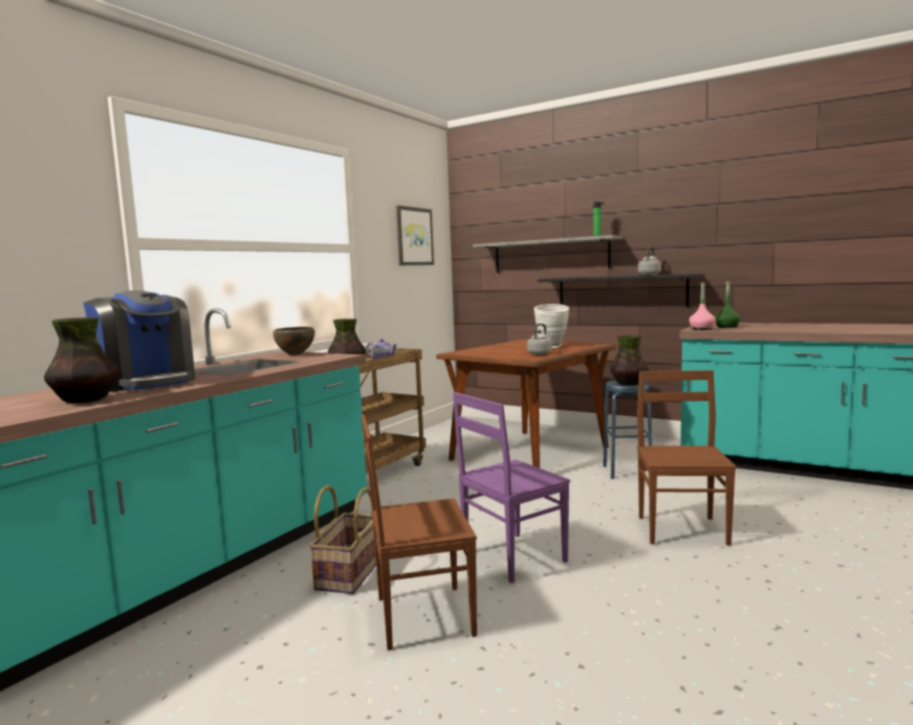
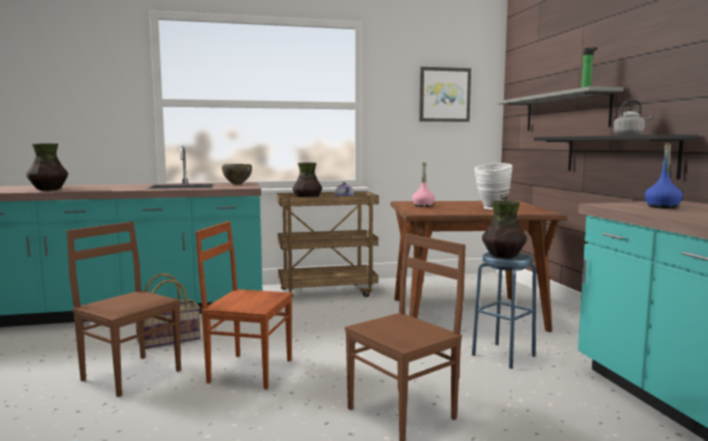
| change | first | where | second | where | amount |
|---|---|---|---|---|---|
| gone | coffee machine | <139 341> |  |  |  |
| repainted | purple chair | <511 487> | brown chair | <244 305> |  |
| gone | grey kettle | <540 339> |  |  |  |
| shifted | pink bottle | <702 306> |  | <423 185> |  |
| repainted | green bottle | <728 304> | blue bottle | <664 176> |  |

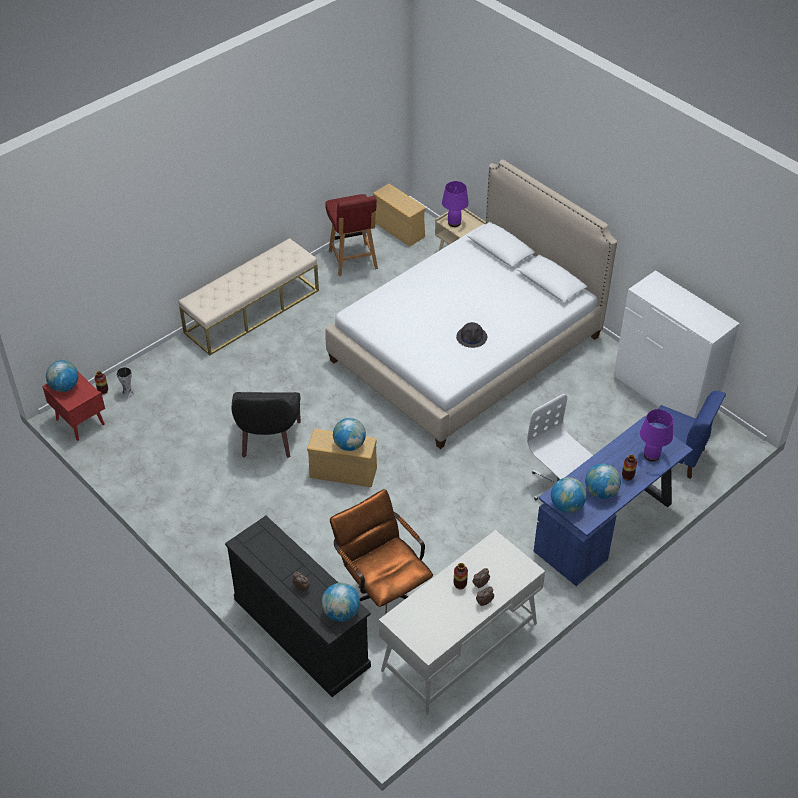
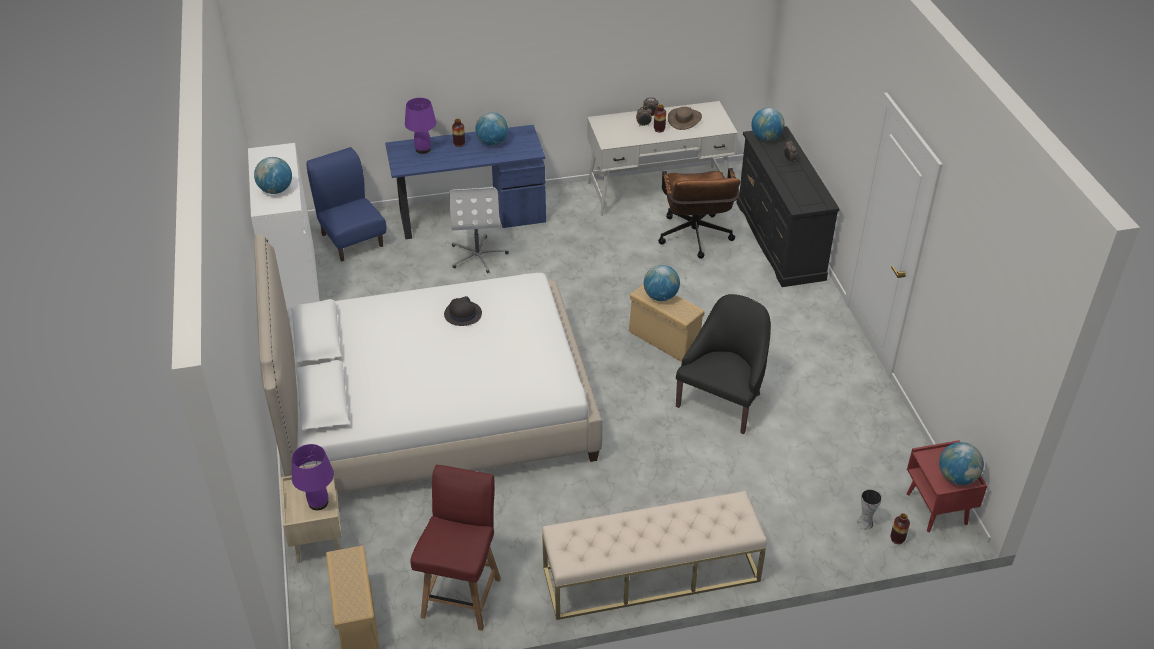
| change | first | where | second | where | amount |
|---|---|---|---|---|---|
| shifted | globe | <569 495> |  | <273 175> |  |
| new |  |  | brown hat | <685 118> |  |

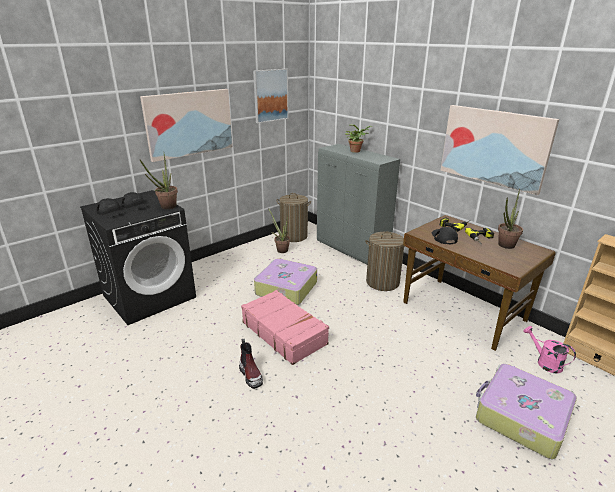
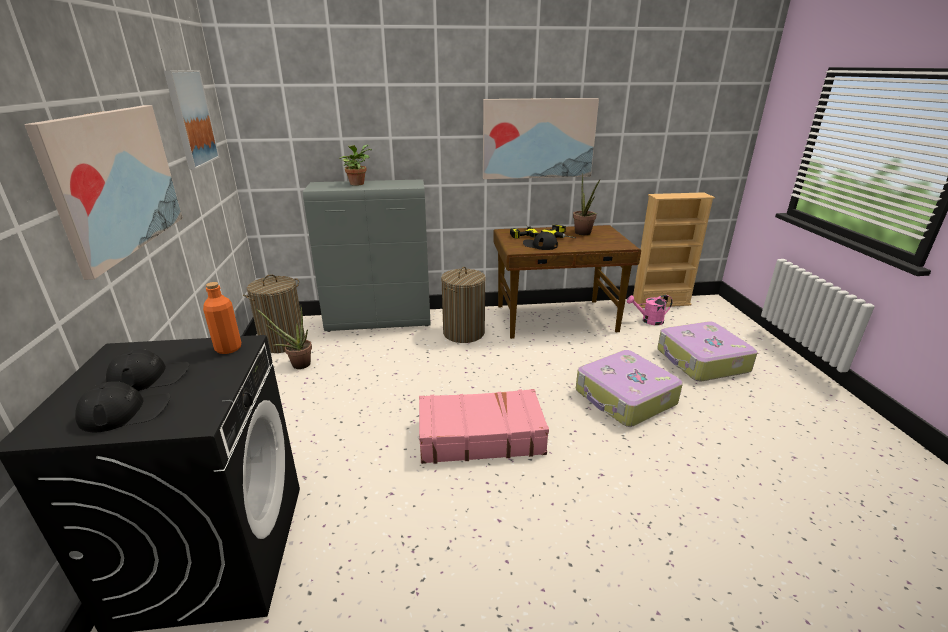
| change | first | where | second | where | amount |
|---|---|---|---|---|---|
| swapped | potted plant | <159 181> | orange bottle | <222 318> |  |
| gone | boot | <251 364> |  |  |  |
| shifted | suitcase | <285 281> |  | <629 388> |  |

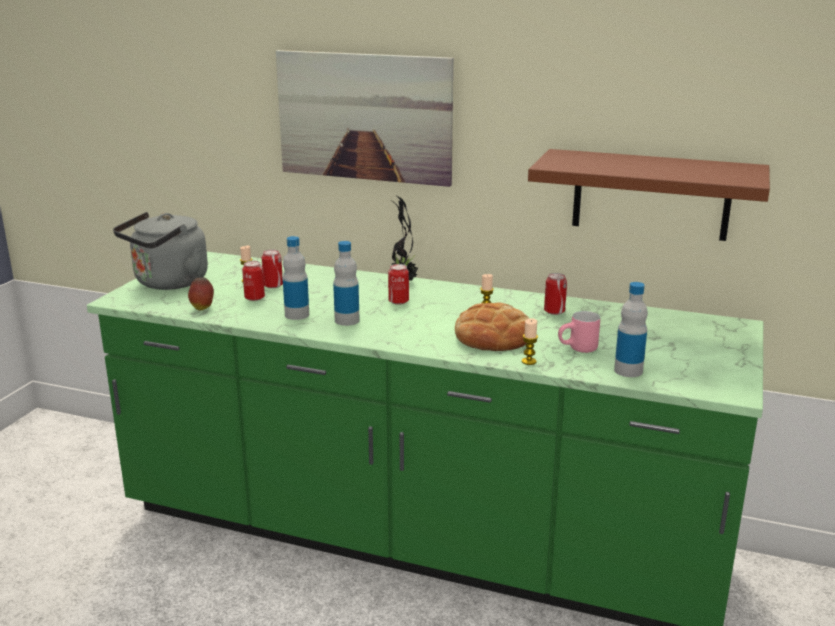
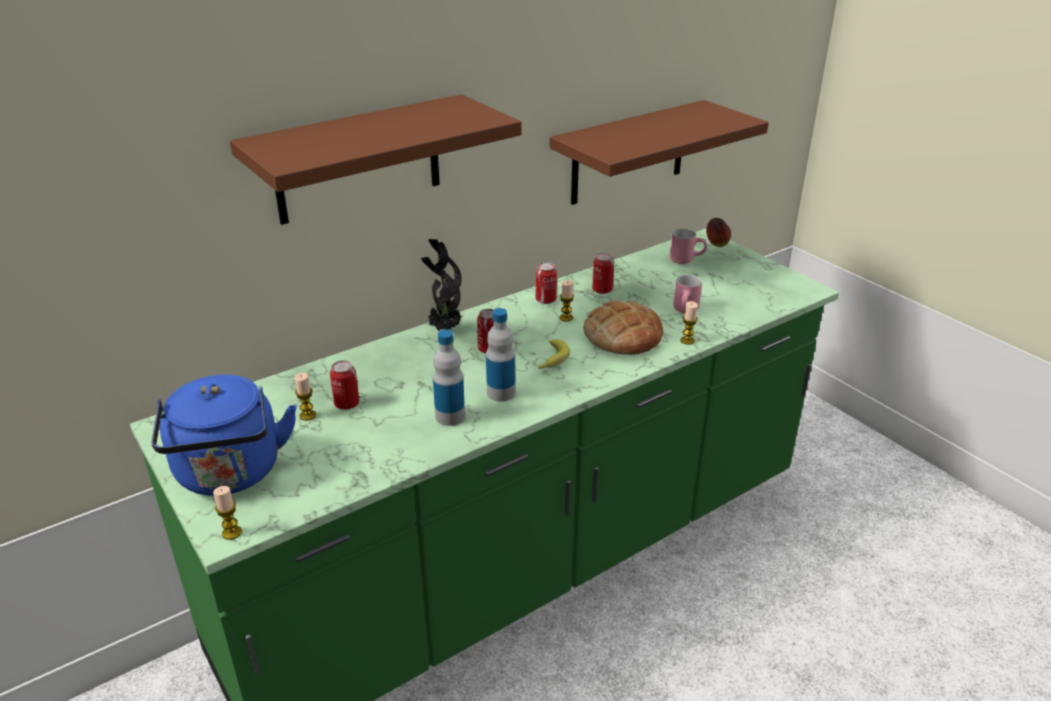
| change | first | where | second | where | amount |
|---|---|---|---|---|---|
| repainted | grey kettle | <160 251> | blue kettle | <224 435> |  |
| shifted | apple | <201 293> |  | <718 232> |  |
| shifted | can | <253 281> |  | <546 283> |  |
| swapped | picture | <365 118> | brown shelf | <375 159> |  |
| gone | bottle | <631 329> |  |  |  |
| new |  |  | candle | <227 513> |  |
| new |  |  | banana | <554 354> |  |
| new |  |  | pink mug | <688 246> |  |

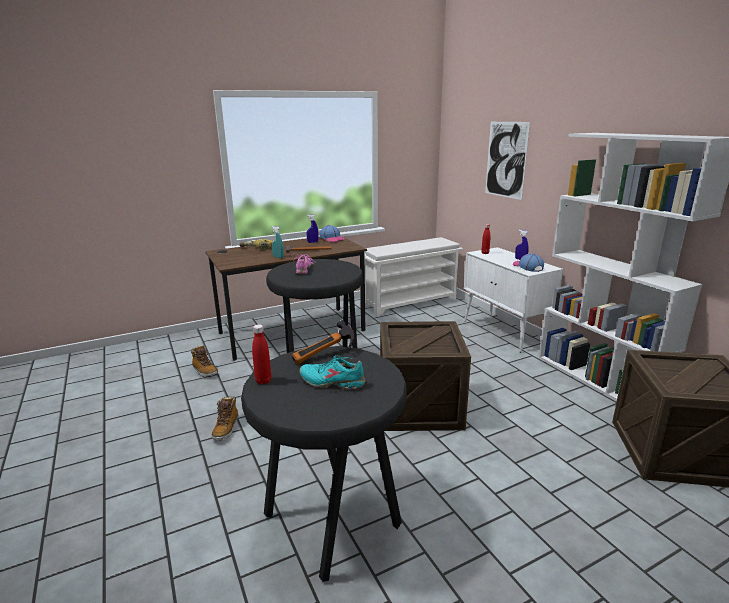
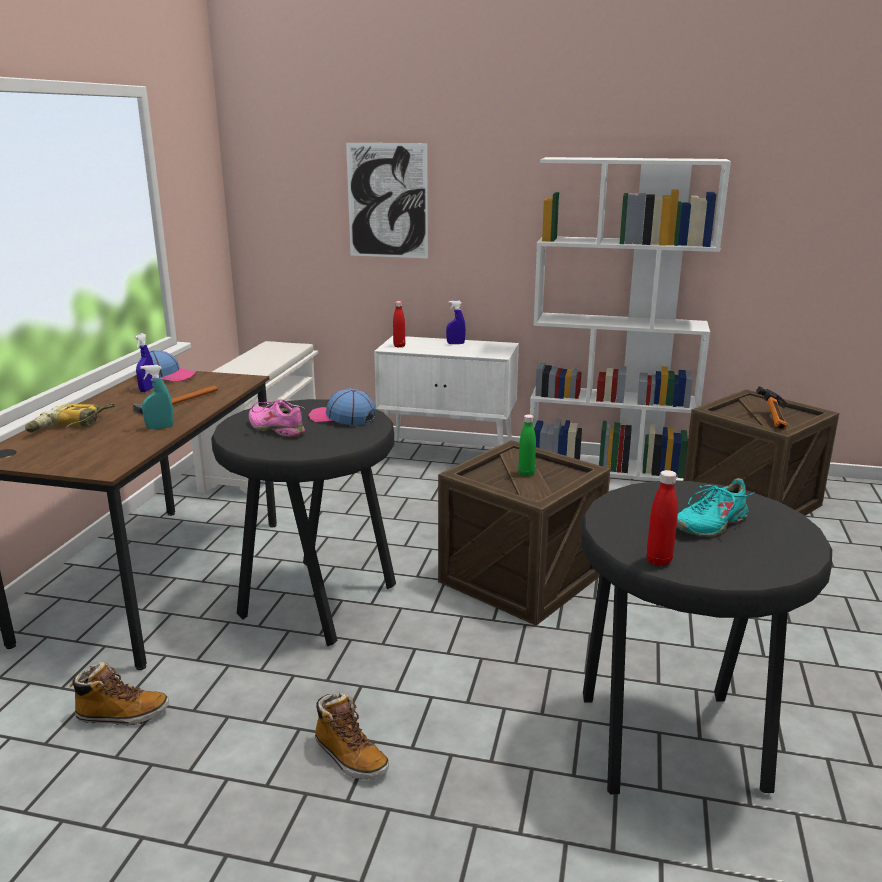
| change | first | where | second | where | amount |
|---|---|---|---|---|---|
| shifted | hammer | <323 342> |  | <772 408> |  |
| shifted | cap | <528 262> |  | <342 406> |  |
| new |  |  | green bottle | <527 445> |  |

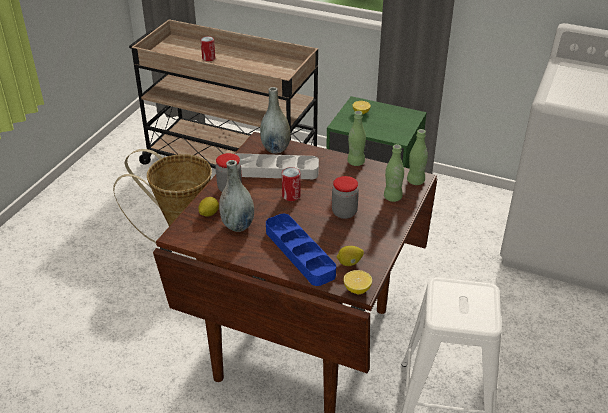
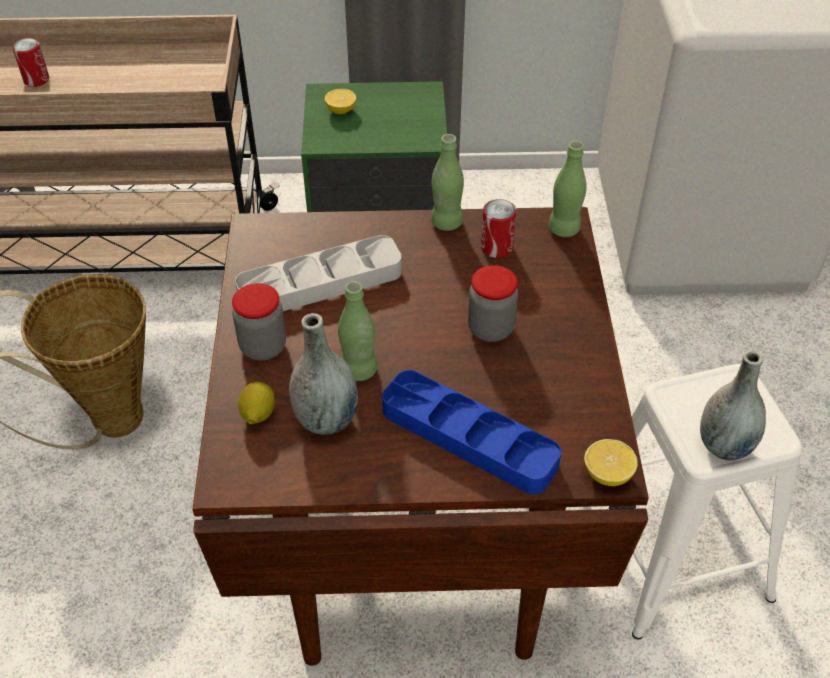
| change | first | where | second | where | amount |
|---|---|---|---|---|---|
| shifted | grey vase | <275 120> |  | <733 405> |  |
| shifted | can | <291 184> |  | <498 228> |  |
| gone | lemon | <350 256> |  |  |  |
| shifted | green bottle | <394 173> |  | <357 331> |  |

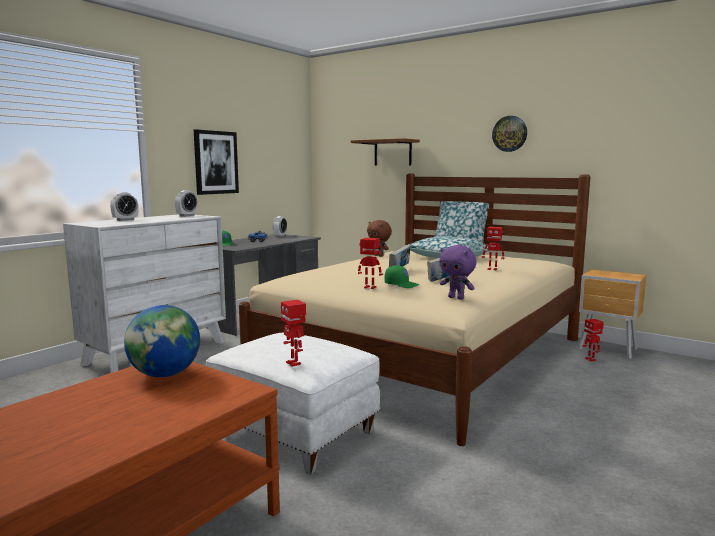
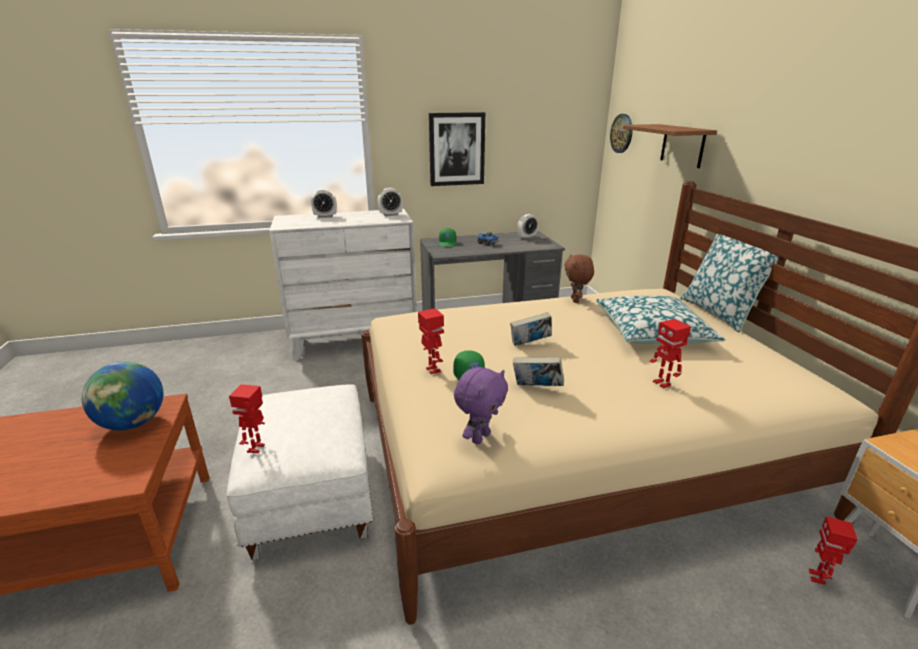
| change | first | where | second | where | amount |
|---|---|---|---|---|---|
| rotated | purple plush toy | <457 272> |  | <481 406> | 135 degrees counterclockwise |
| shifted | wall clock | <509 134> |  | <621 133> |  |

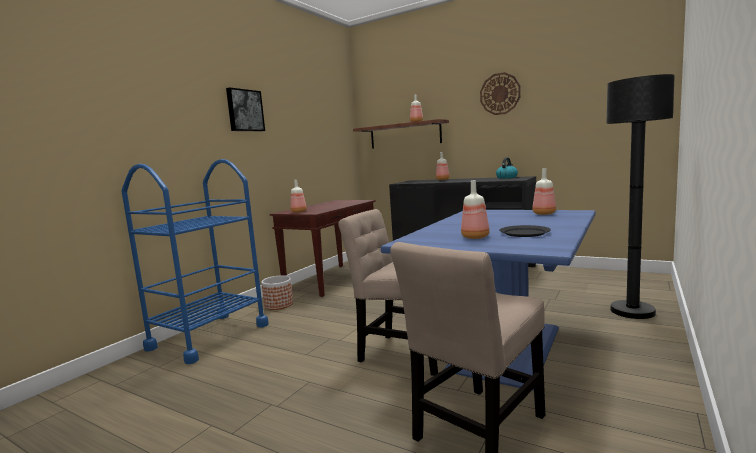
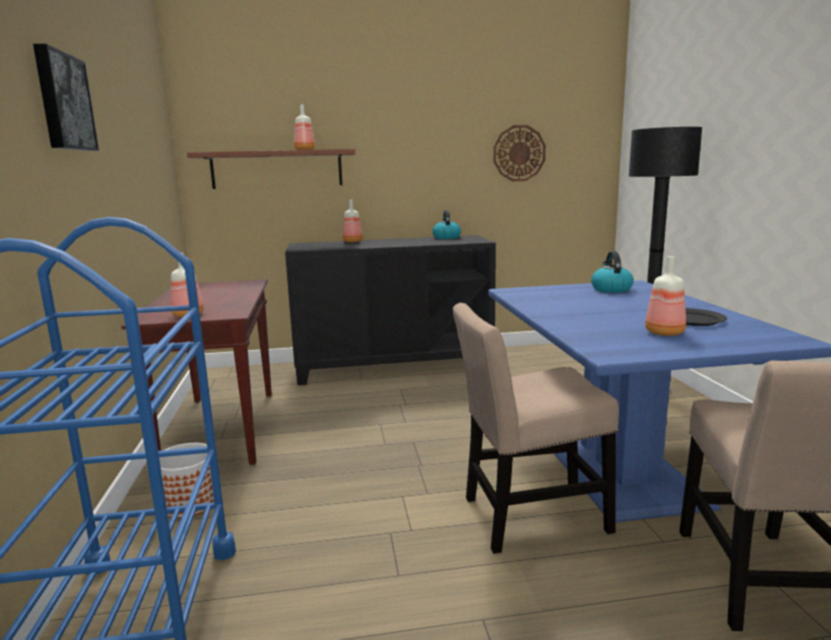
| change | first | where | second | where | amount |
|---|---|---|---|---|---|
| shifted | wall clock | <500 93> |  | <519 153> |  |
| swapped | bottle | <544 191> | kettle | <612 272> |  |

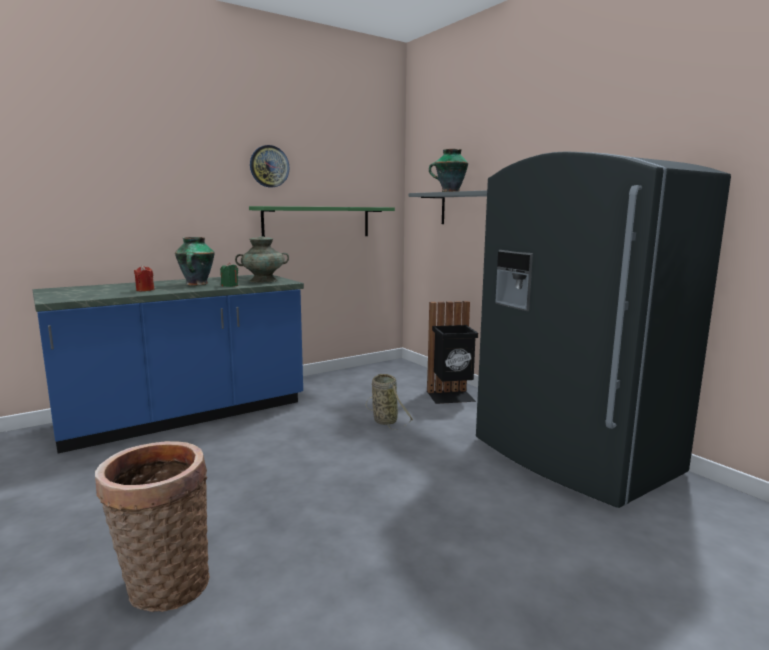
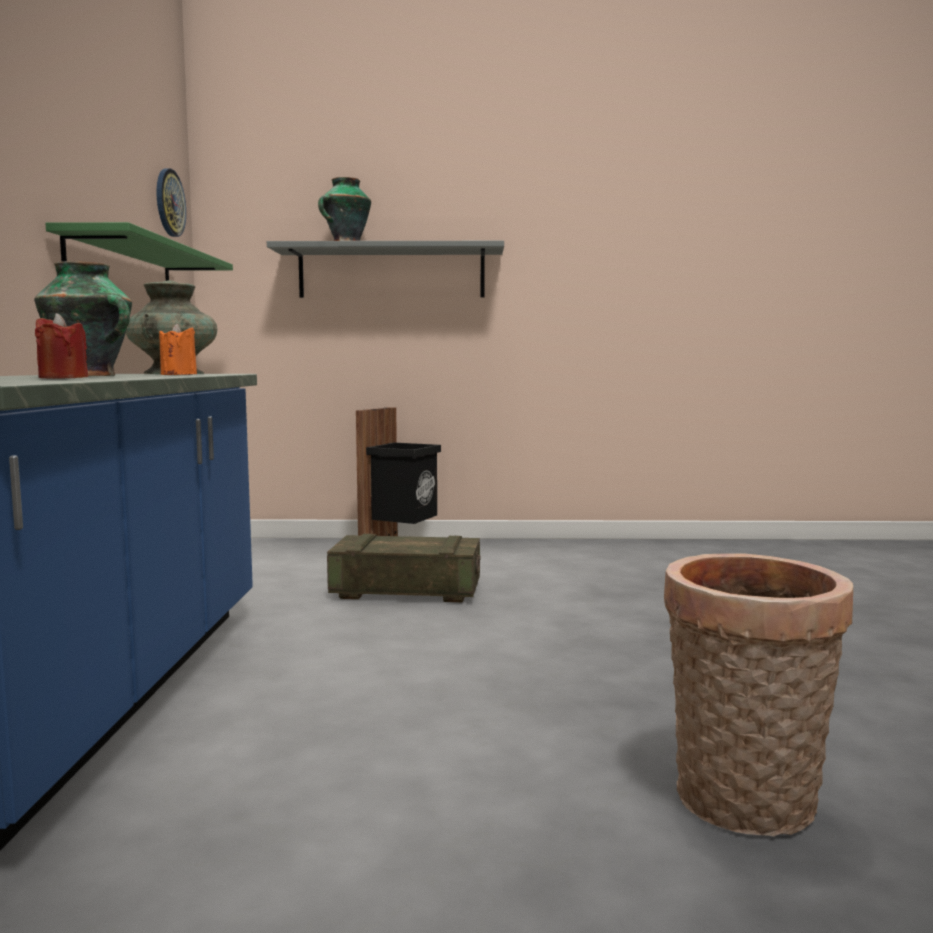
| change | first | where | second | where | amount |
|---|---|---|---|---|---|
| repainted | green candle | <229 275> | orange candle | <178 349> |  |
| shifted | wall clock | <270 166> |  | <171 203> |  |
| swapped | basket | <389 402> | crate | <404 568> |  |
| gone | grey fridge | <603 329> |  |  |  |

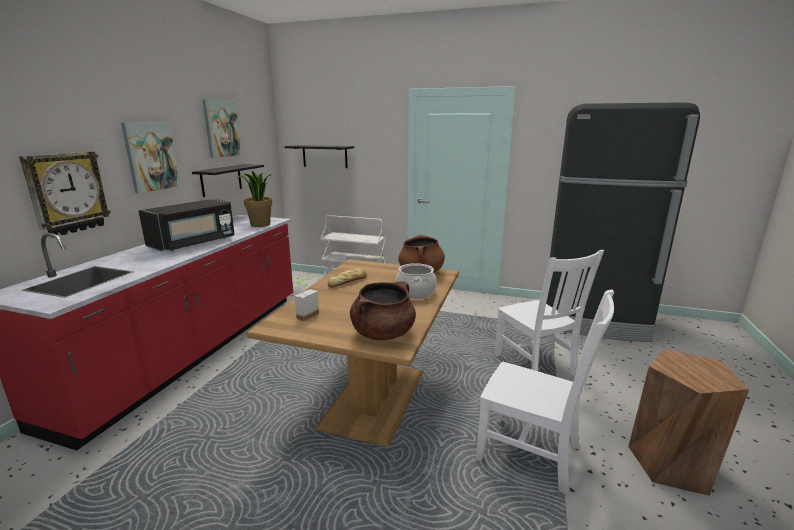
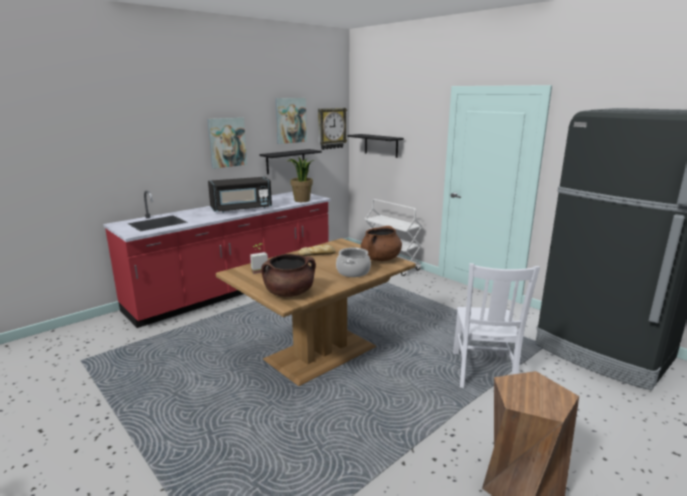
| change | first | where | second | where | amount |
|---|---|---|---|---|---|
| shifted | wall clock | <65 193> |  | <332 129> |  |
| gone | white chair | <545 393> |  |  |  |

